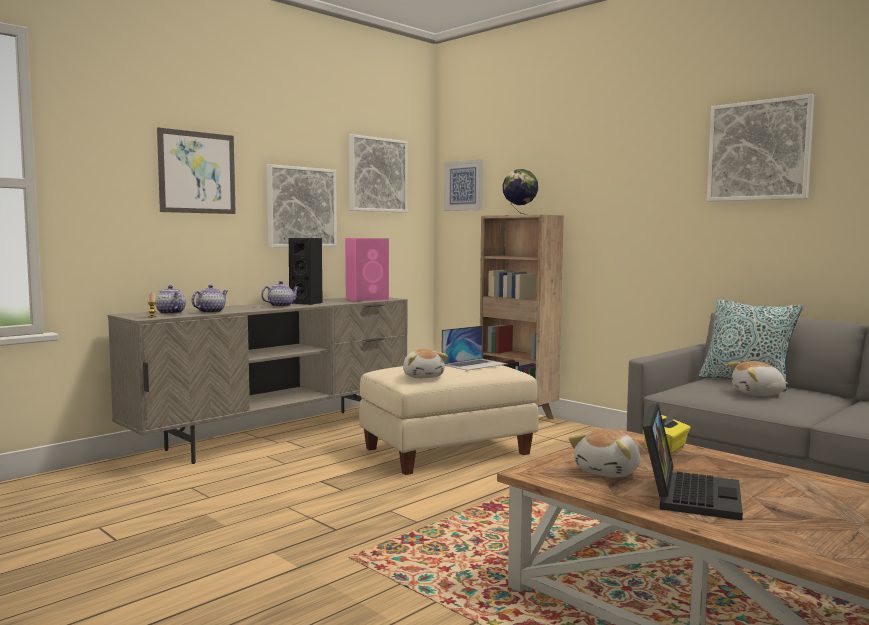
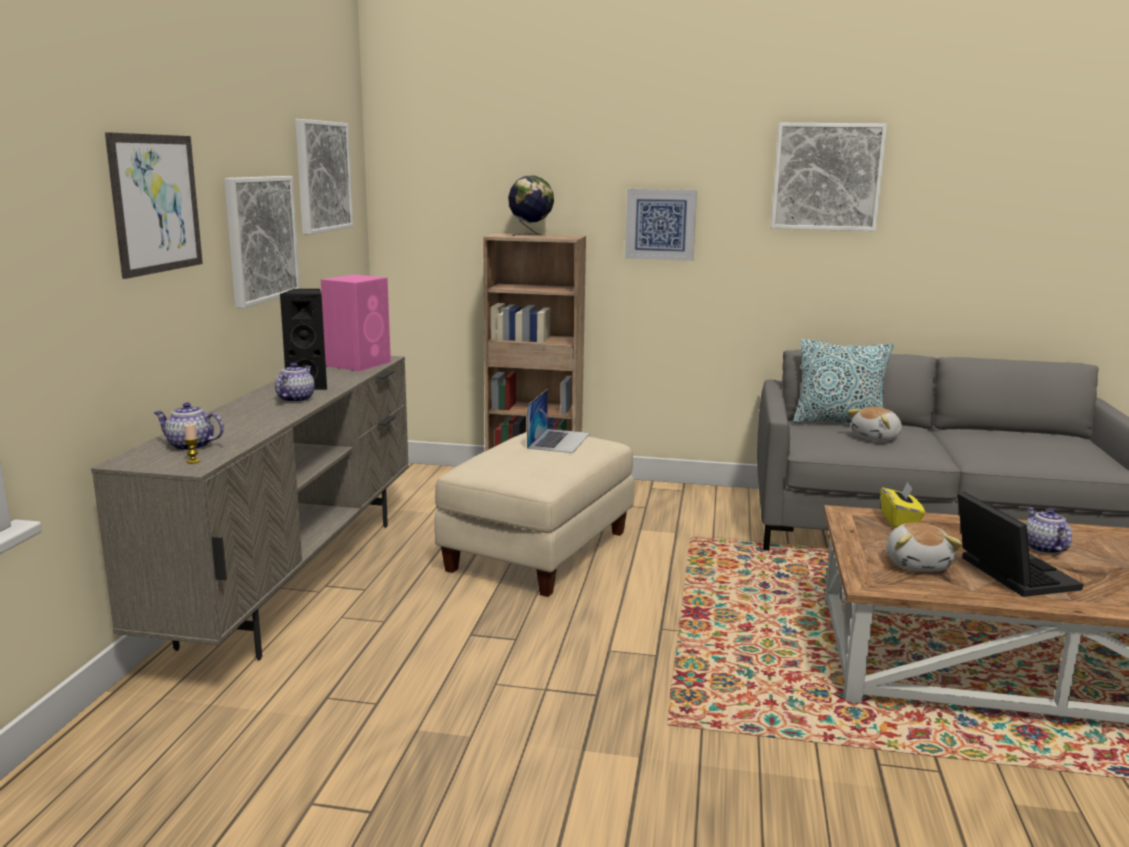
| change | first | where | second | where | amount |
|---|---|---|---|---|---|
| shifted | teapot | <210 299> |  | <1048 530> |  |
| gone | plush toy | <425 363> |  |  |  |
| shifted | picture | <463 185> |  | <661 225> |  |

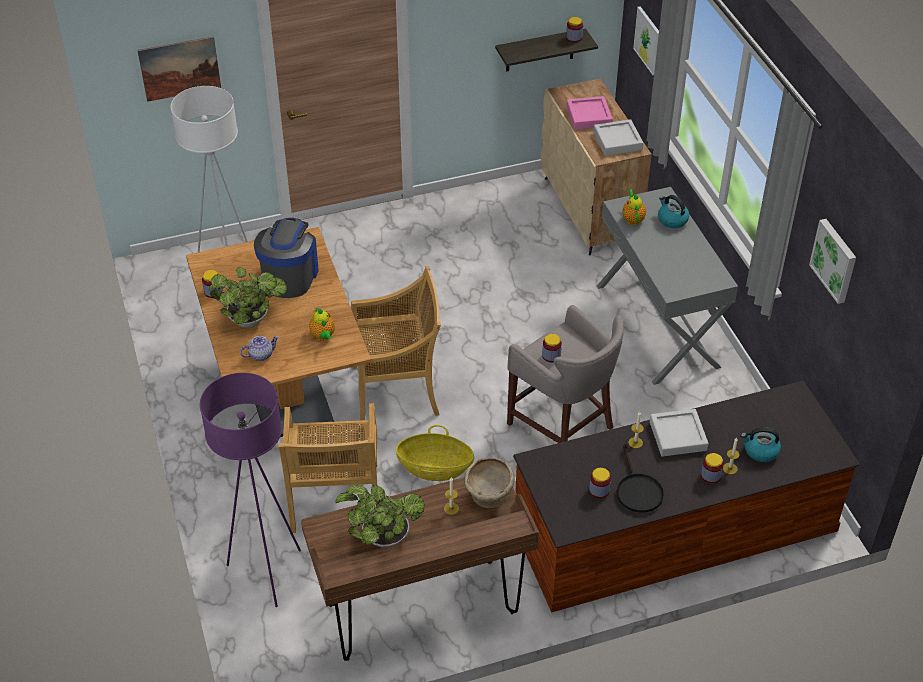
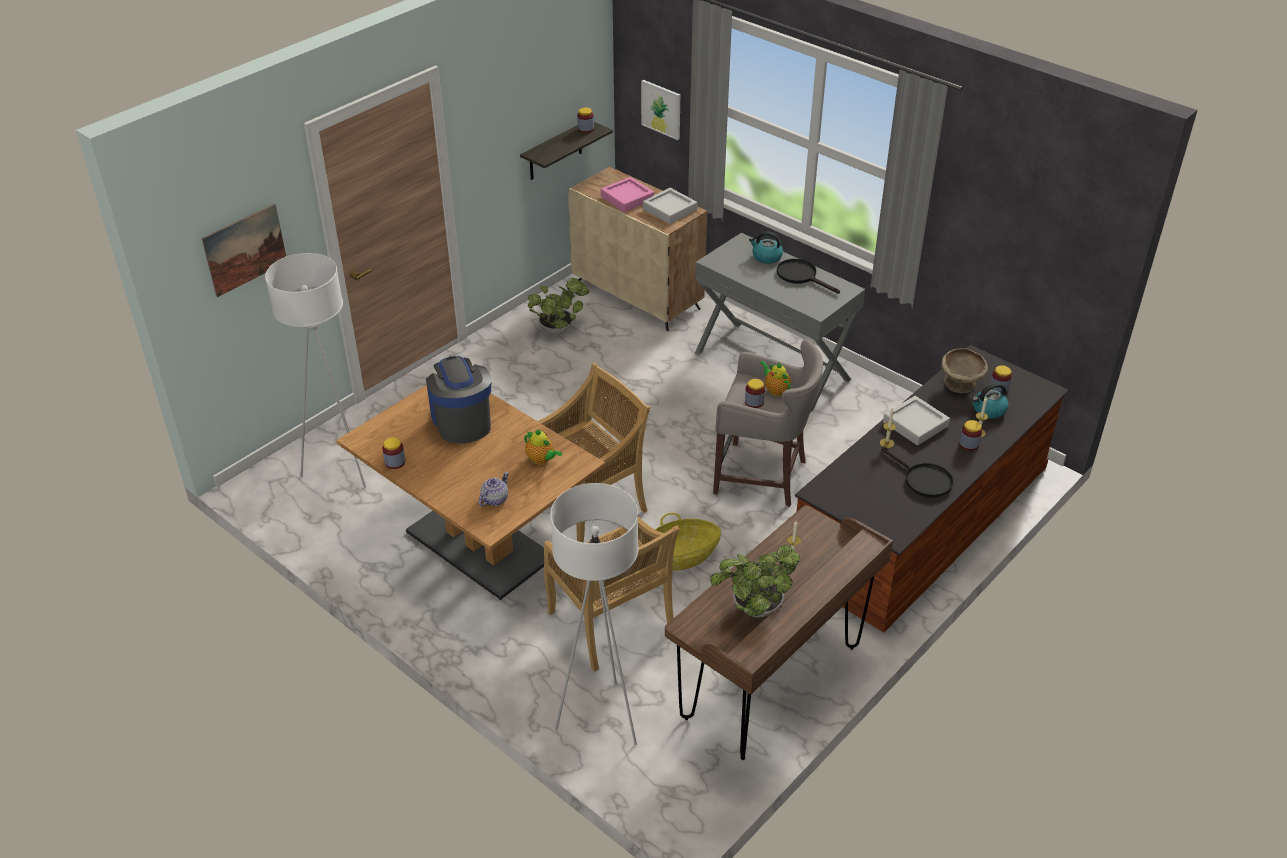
| change | first | where | second | where | amount |
|---|---|---|---|---|---|
| repainted | purple floor lamp | <250 490> | white floor lamp | <594 614> |  |
| shifted | potted plant | <248 297> |  | <558 306> |  |
| shifted | beige bowl | <490 482> |  | <965 370> |  |
| shifted | jar | <600 483> |  | <1001 380> |  |
| shifted | teapot | <634 207> |  | <775 378> |  |
| gone | picture | <832 261> |  |  |  |
| new |  |  | black frying pan | <808 276> |  |

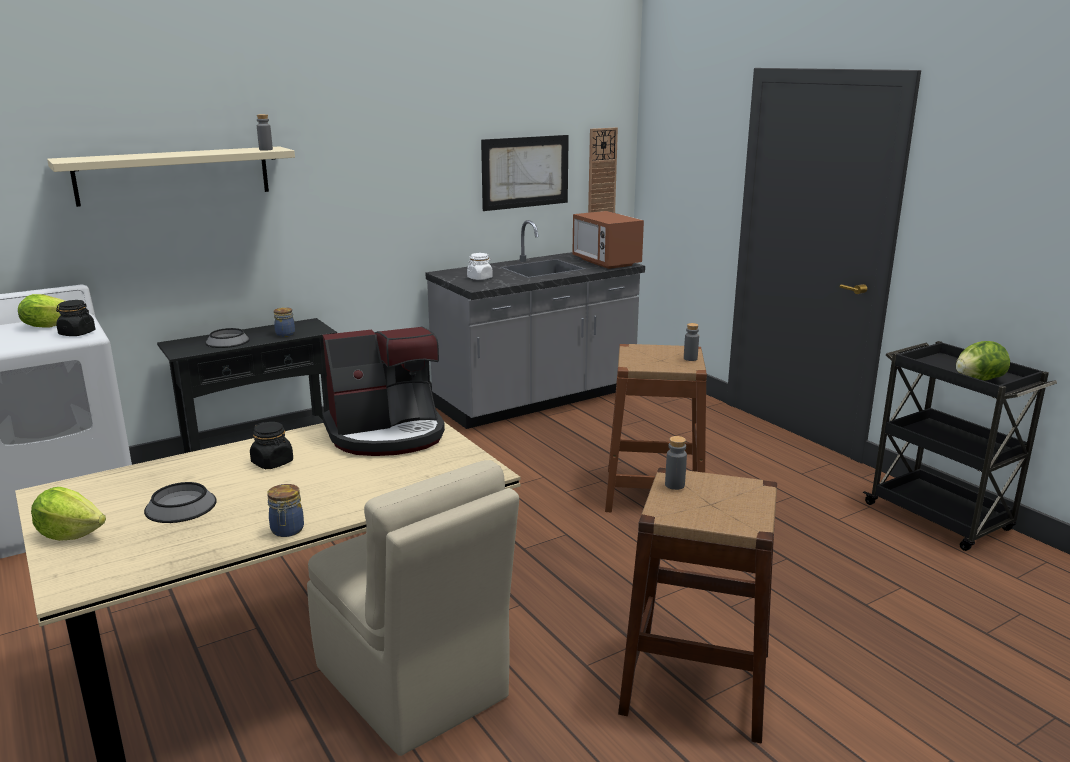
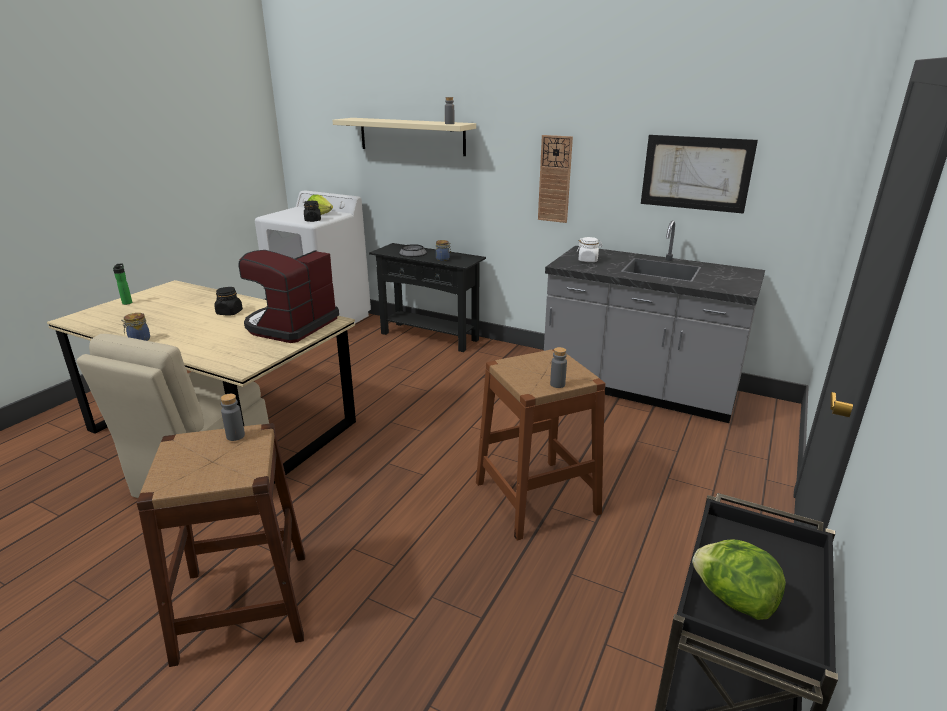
| change | first | where | second | where | amount |
|---|---|---|---|---|---|
| swapped | lettuce | <68 514> | bottle | <122 284> |  |
| gone | bowl | <180 502> |  |  |  |
| rotated | coffee machine | <383 391> |  | <289 296> | 75 degrees clockwise |
| gone | microwave | <608 240> |  |  |  |
| shifted | wall clock | <603 170> |  | <555 179> |  |

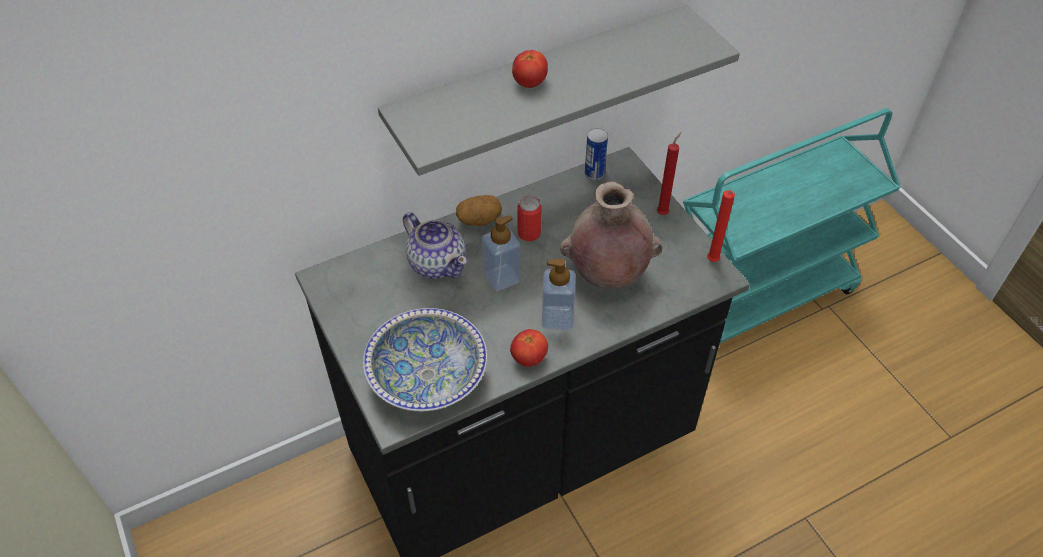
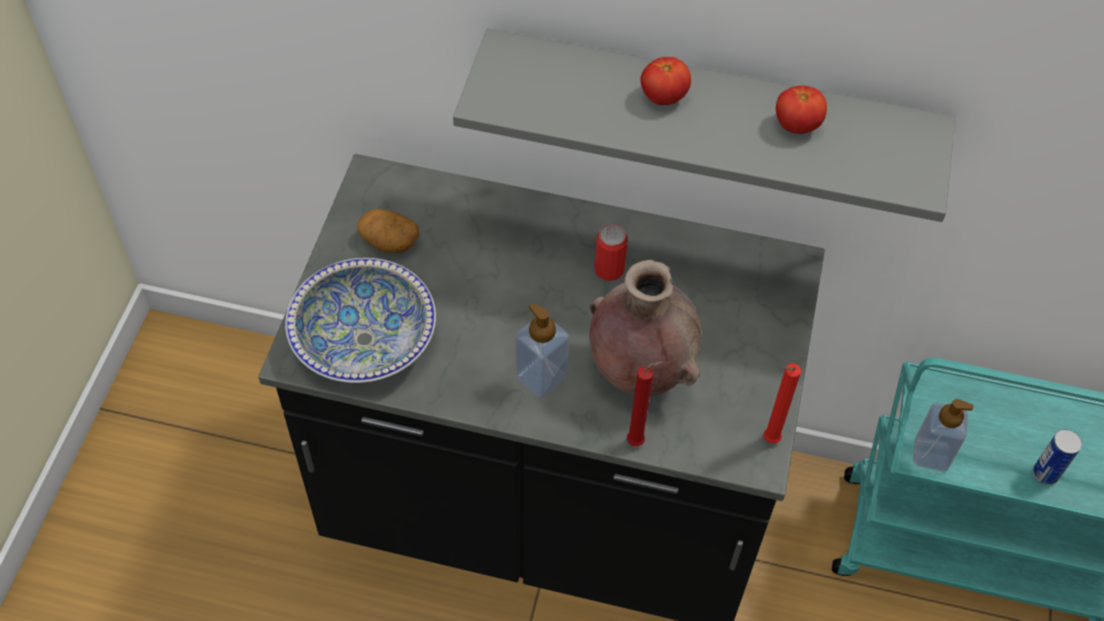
| change | first | where | second | where | amount |
|---|---|---|---|---|---|
| gone | teapot | <435 245> |  |  |  |
| shifted | potato | <479 210> |  | <388 231> |  |
| shifted | soap dispenser | <501 253> |  | <943 435> |  |
| shifted | tomato | <529 348> |  | <801 110> |  |
| shifted | can | <596 154> |  | <1057 457> |  |
| shifted | red candle | <669 173> |  | <645 403> |  |

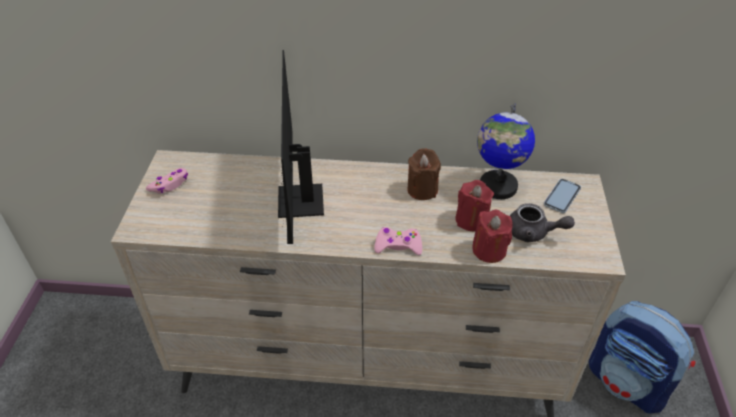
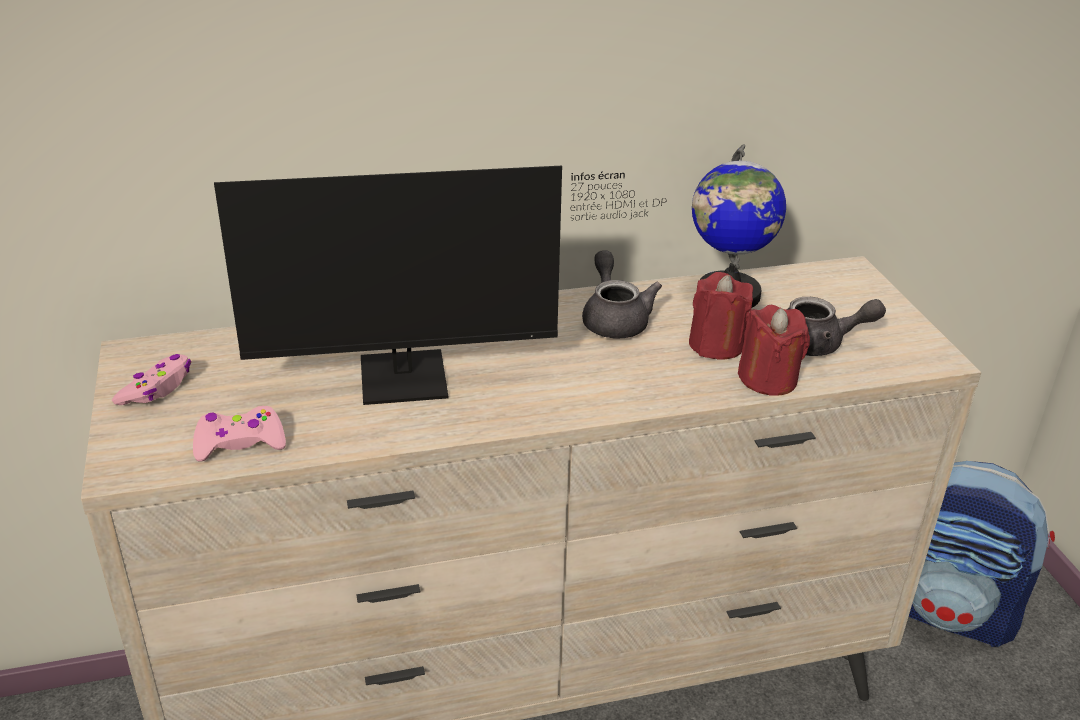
| change | first | where | second | where | amount |
|---|---|---|---|---|---|
| rotated | monitor | <301 147> |  | <440 285> | 75 degrees counterclockwise |
| shifted | pink game controller | <398 241> |  | <239 434> |  |
| swapped | brown candle | <424 174> | grey teapot | <622 294> |  |
| gone | phone | <562 196> |  |  |  |

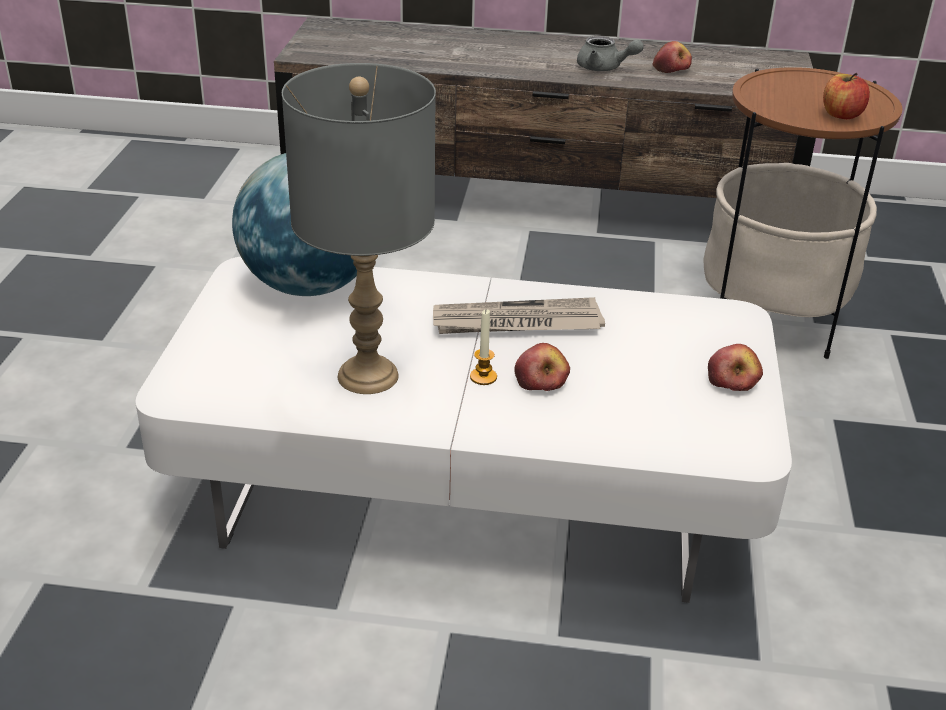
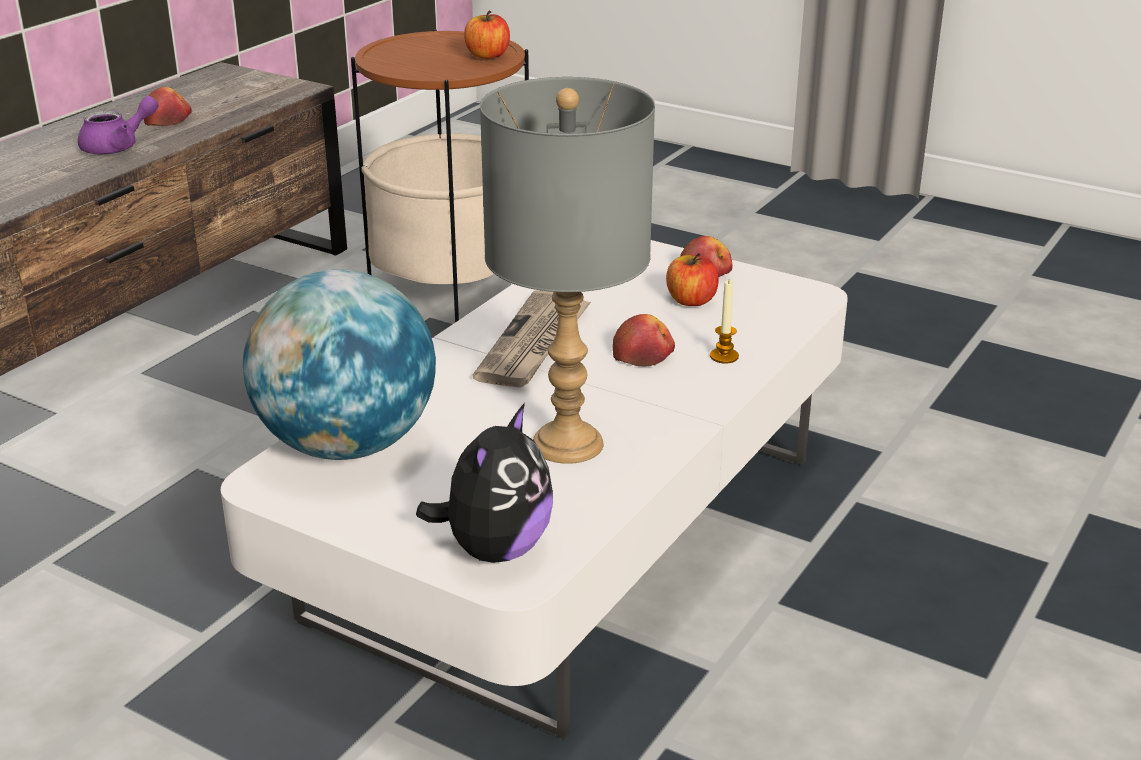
| change | first | where | second | where | amount |
|---|---|---|---|---|---|
| shifted | candle | <483 347> |  | <724 322> |  |
| repainted | grey teapot | <610 53> | purple teapot | <118 125> |  |
| new |  |  | plush toy | <484 483> |  |
| new |  |  | apple | <692 279> |  |

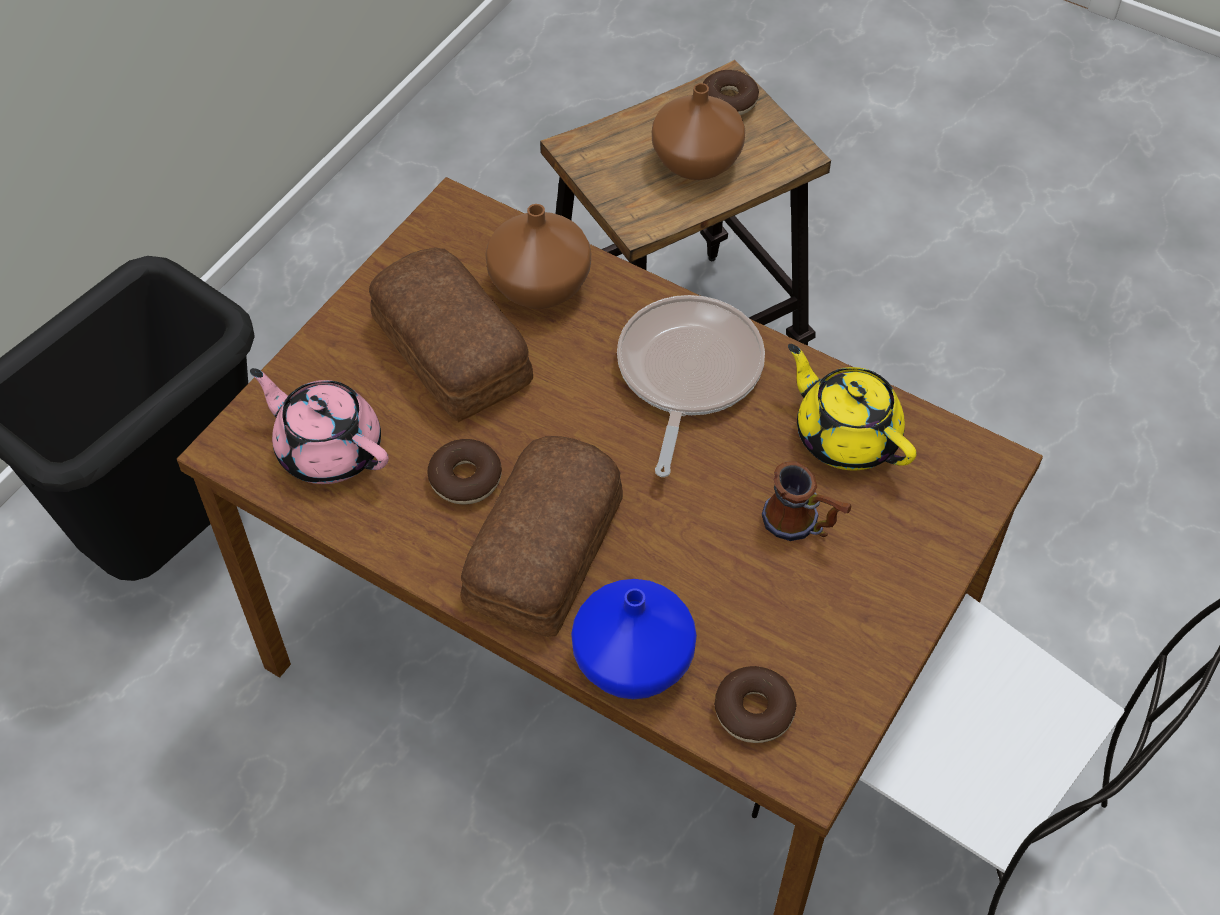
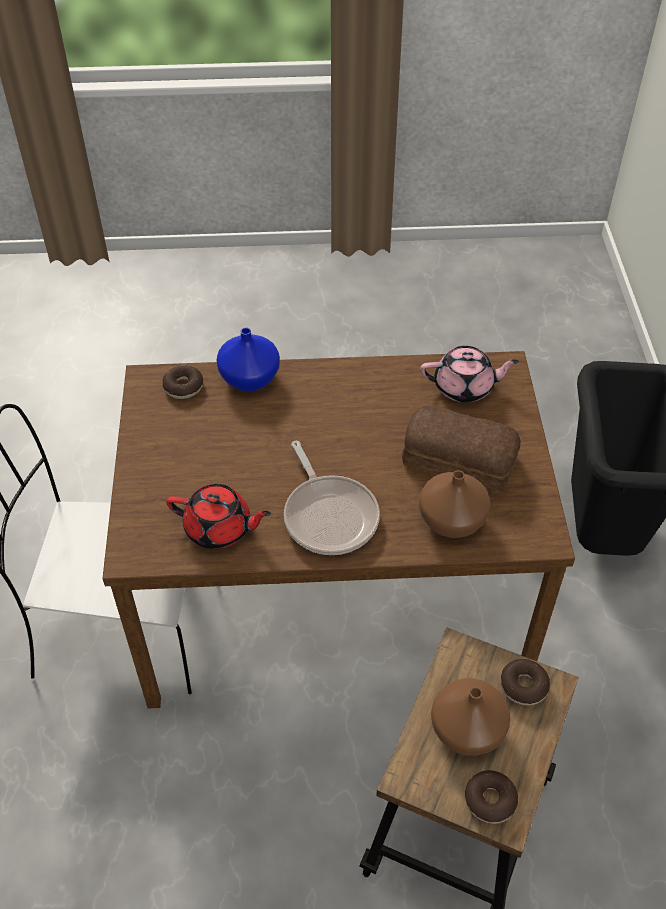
| change | first | where | second | where | amount |
|---|---|---|---|---|---|
| shifted | donut | <464 471> |  | <525 682> |  |
| gone | bread | <542 536> |  |  |  |
| gone | mug | <806 501> |  |  |  |
| repainted | yellow teapot | <852 407> | red teapot | <219 516> |  |

